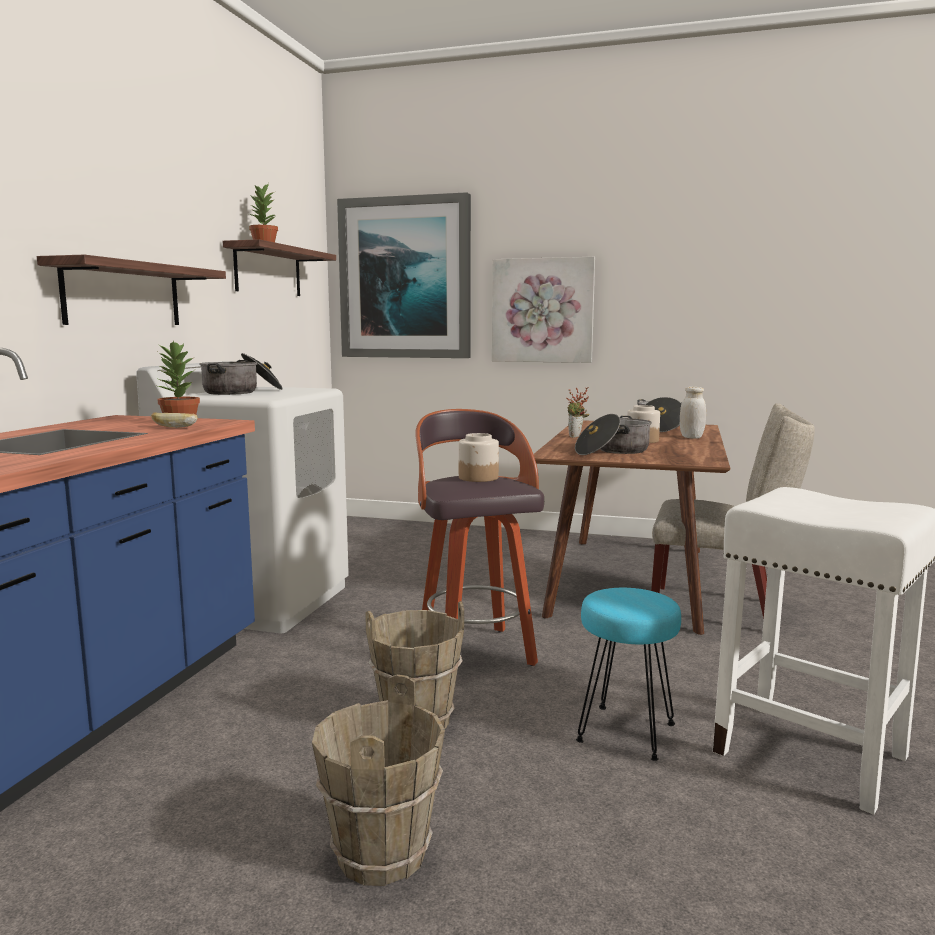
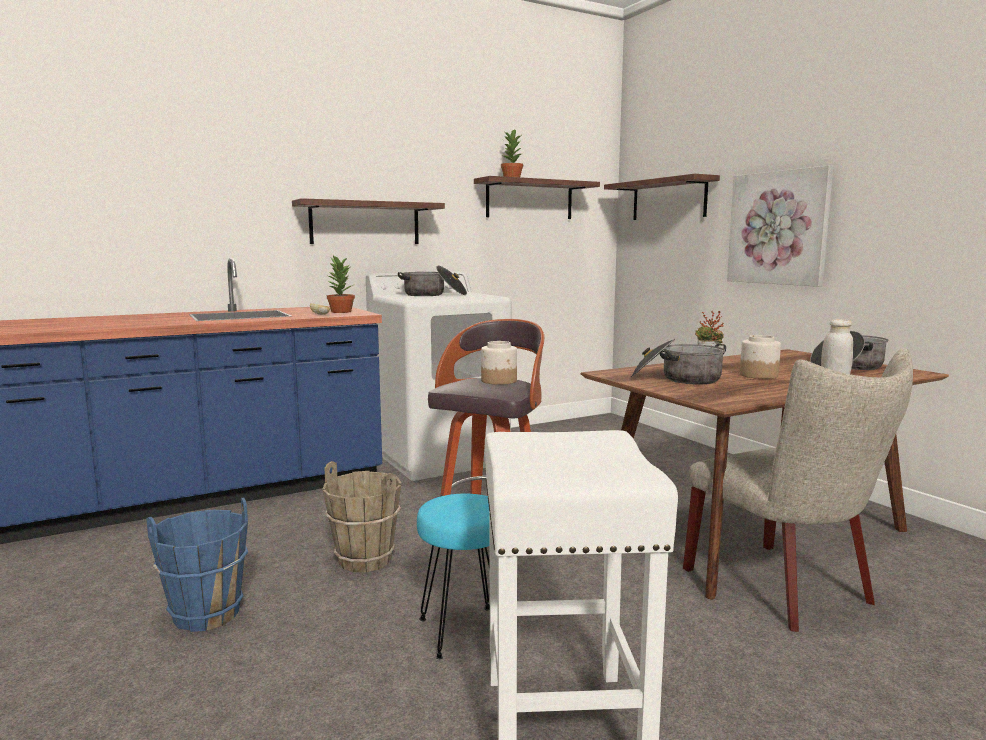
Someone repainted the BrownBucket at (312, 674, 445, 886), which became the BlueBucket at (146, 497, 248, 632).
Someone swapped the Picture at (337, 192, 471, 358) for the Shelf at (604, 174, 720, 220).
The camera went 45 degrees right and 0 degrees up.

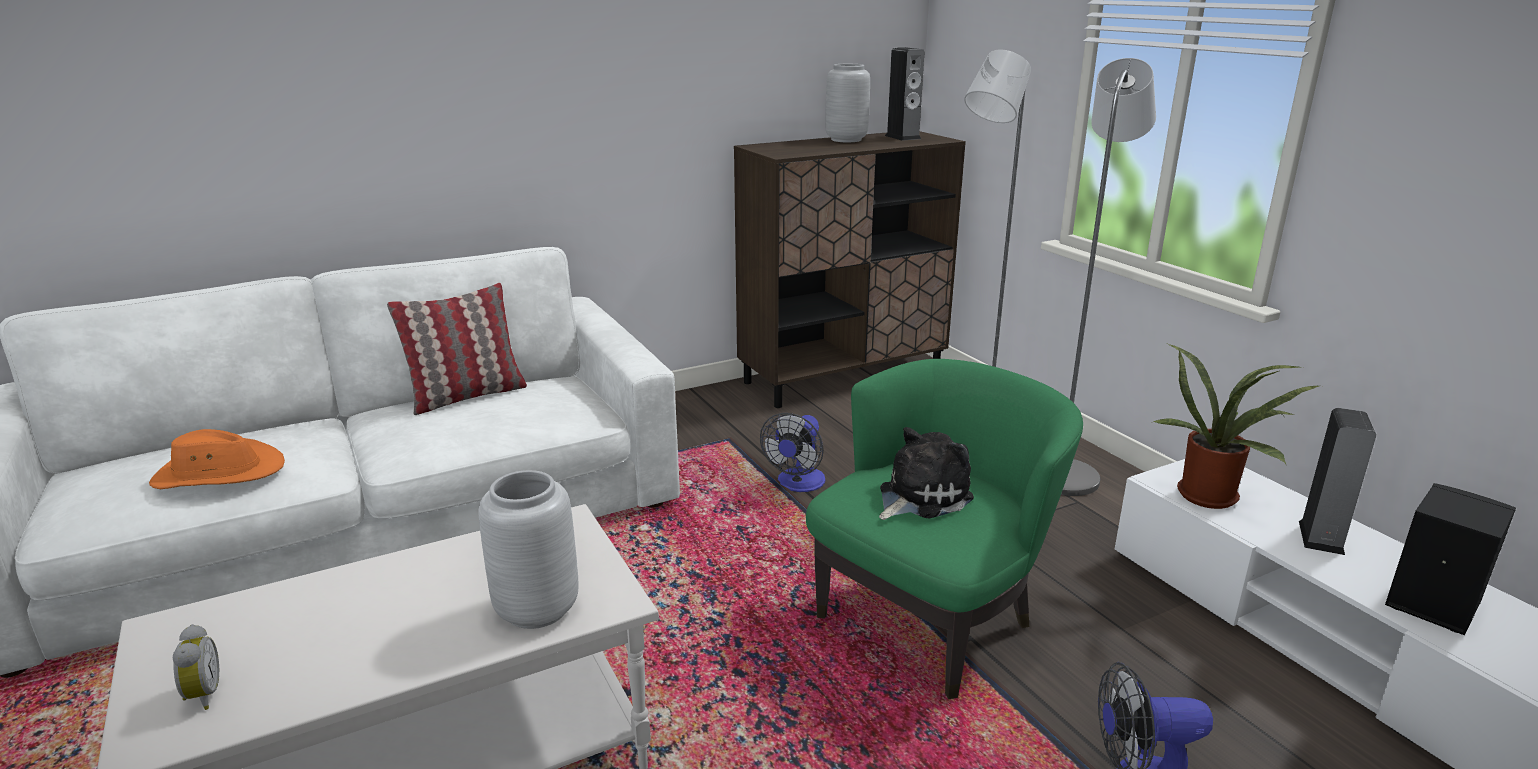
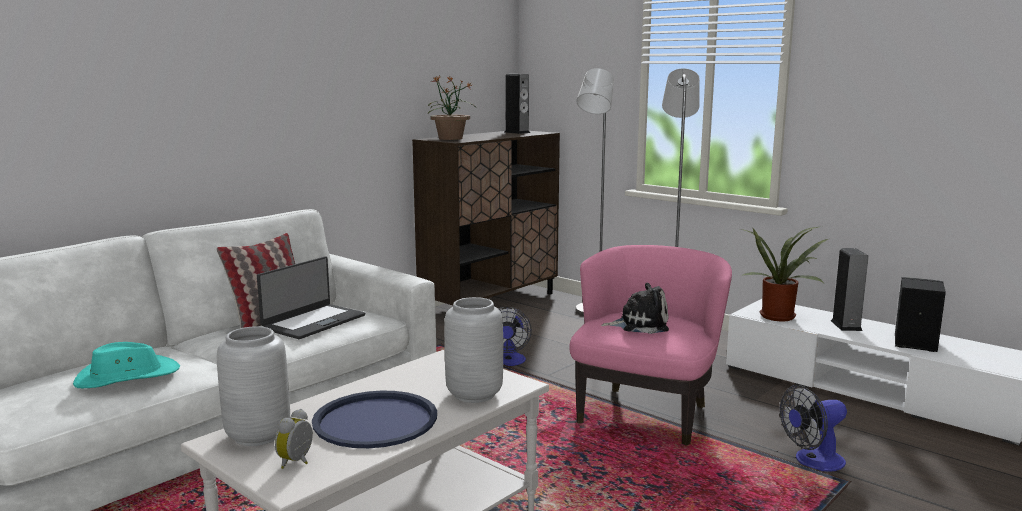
Someone repainted the OrangeHat at (149, 429, 285, 489), which became the TurquoiseHat at (73, 342, 180, 388).
Someone rotated the AlarmClock at (173, 624, 219, 710) by 120 degrees counterclockwise.
Someone repainted the GreenArmchair at (806, 359, 1083, 699), which became the PinkArmchair at (570, 245, 732, 446).
Someone carried the GreyVase from (825, 64, 870, 142) to (217, 326, 290, 446).
Someone rotated the PlushToy at (879, 427, 974, 520) by 60 degrees clockwise.
Someone put down the Laptop at (257, 256, 365, 339).
Someone put down the BlueTray at (312, 391, 437, 448).
Someone put down the PottedPlant at (428, 76, 476, 140).
The camera went 20 degrees left and 10 degrees down.

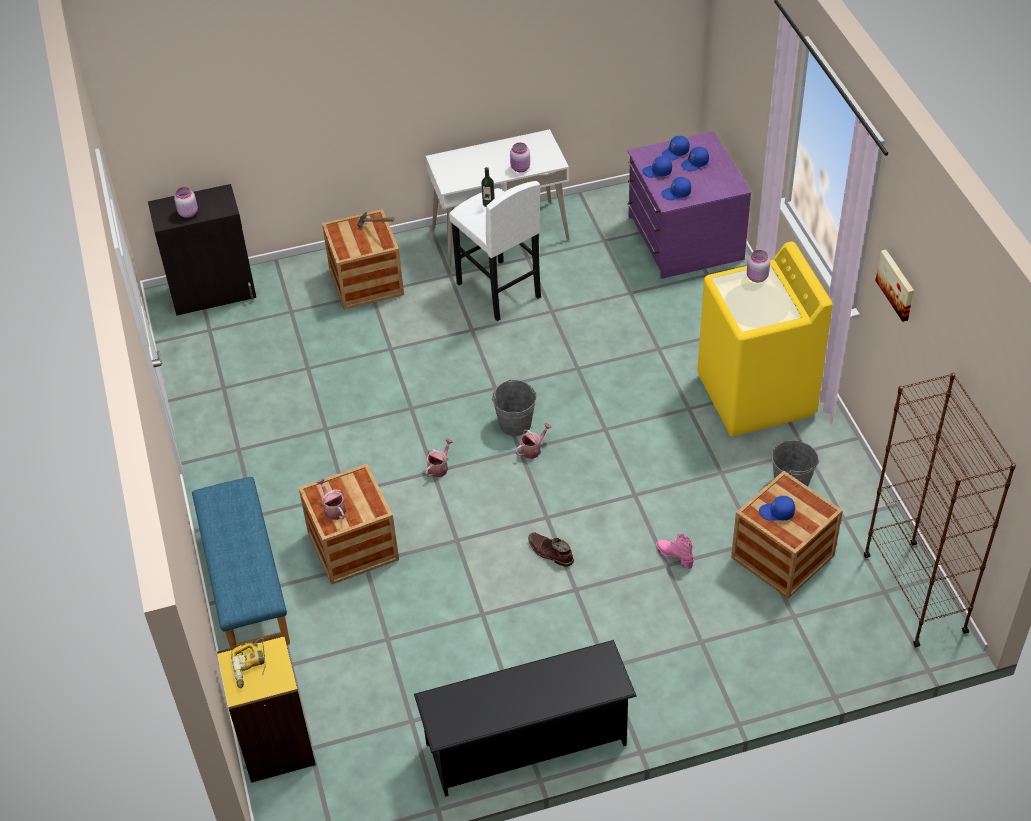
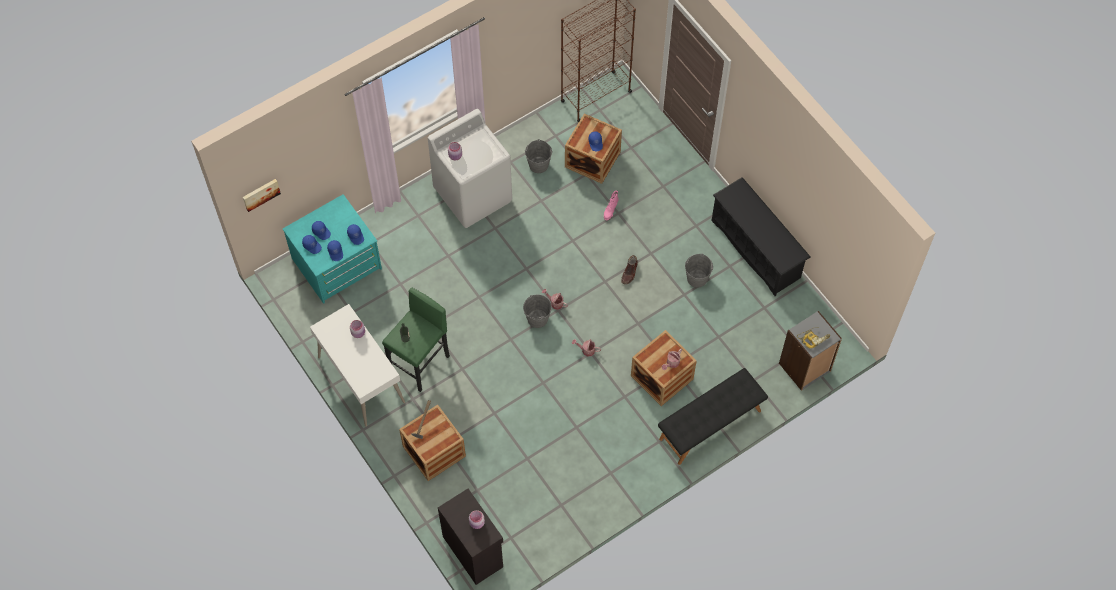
Someone repainted the BlueBench at (192, 477, 290, 648), which became the BlackBench at (658, 368, 768, 465).
Someone repainted the YellowBookcase at (217, 634, 316, 783), which became the GreyBookcase at (779, 311, 842, 391).
Someone repainted the WhiteStool at (449, 181, 541, 321), which became the GreenStool at (382, 288, 450, 392).
Someone repainted the PurpleDresser at (627, 131, 751, 279), which became the TurquoiseDresser at (283, 194, 382, 304).
Someone repainted the YellowWashingMachine at (698, 241, 832, 436), which became the WhiteWashingMachine at (428, 109, 512, 228).
Someone carried the Picture from (875, 250, 914, 322) to (243, 179, 281, 212).
Someone put down the GreyBucket at (685, 254, 713, 288).
The camera went 110 degrees left and 15 degrees up.

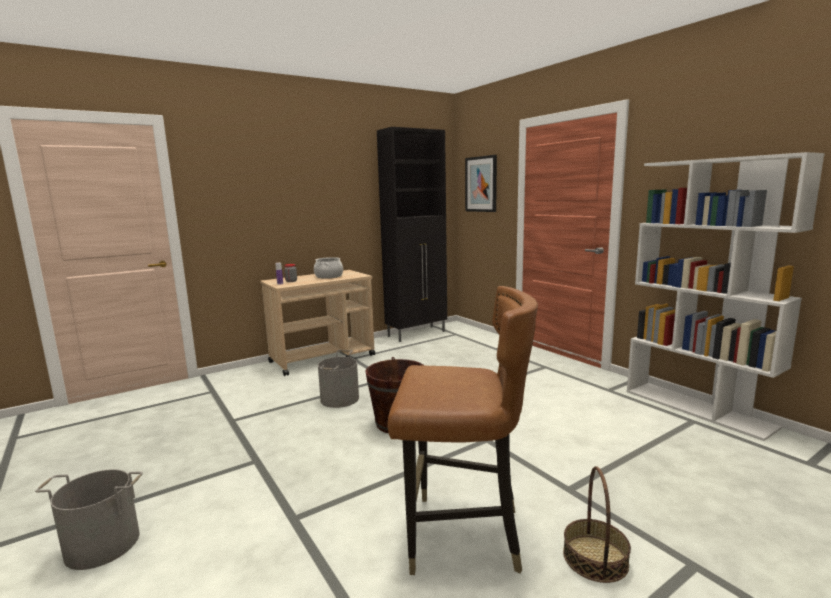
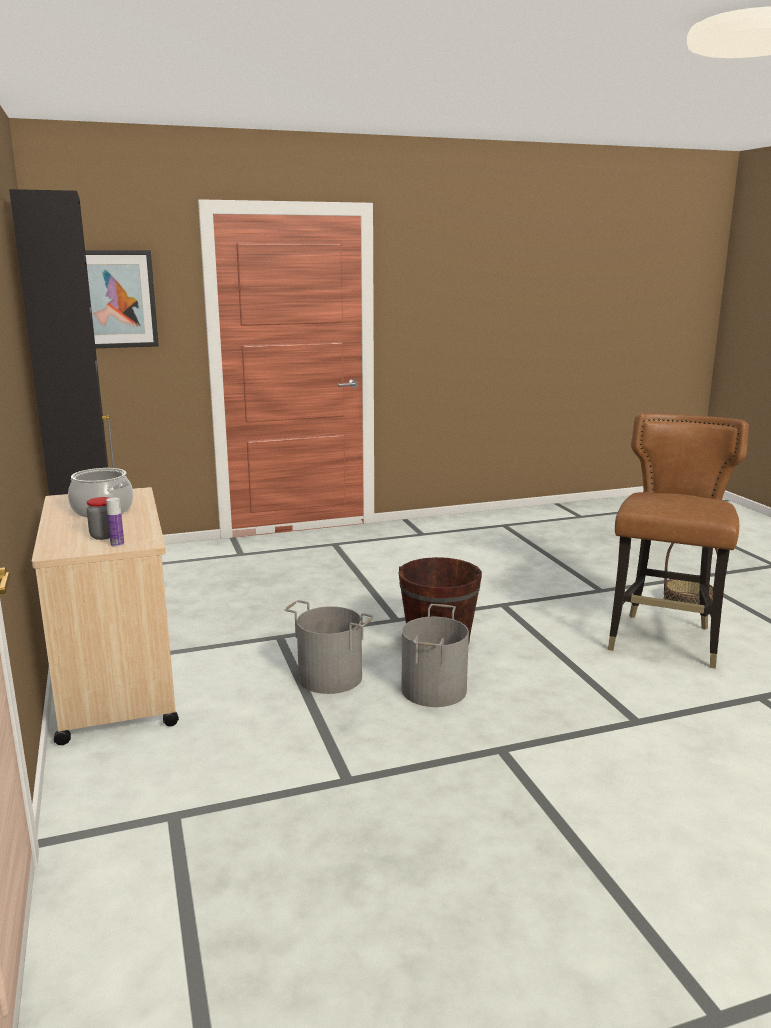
Someone carried the GreyBucket from (35, 469, 143, 570) to (402, 604, 469, 707).
Someone took away the WhiteBookcase at (627, 152, 825, 441).
The camera went 75 degrees left and 5 degrees up.

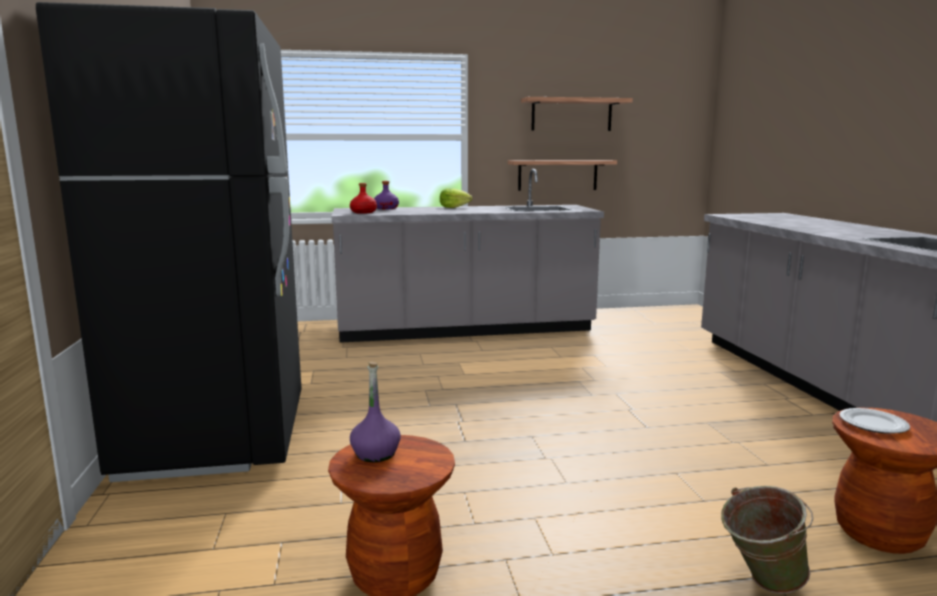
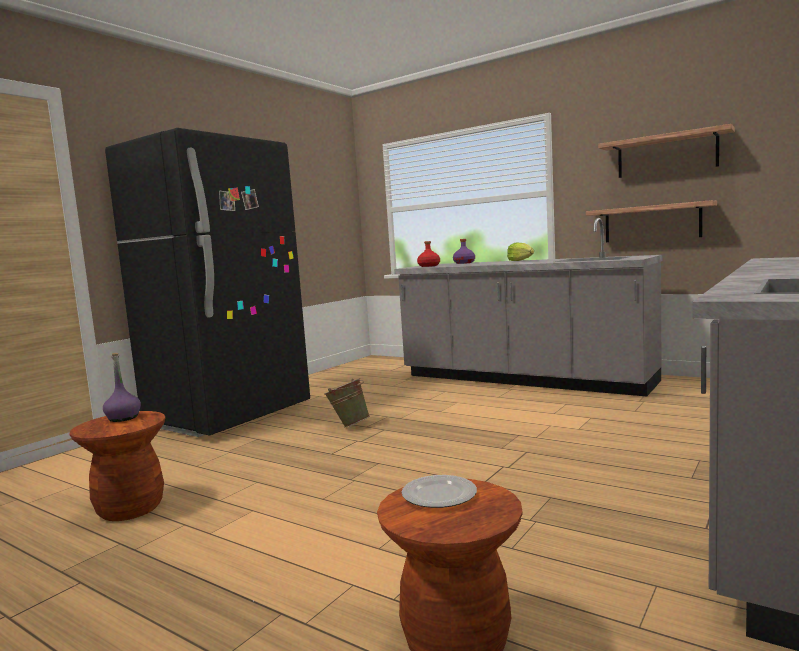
Someone carried the GreenBucket from (721, 486, 813, 594) to (324, 378, 370, 427).
The camera went 45 degrees right and 5 degrees down.

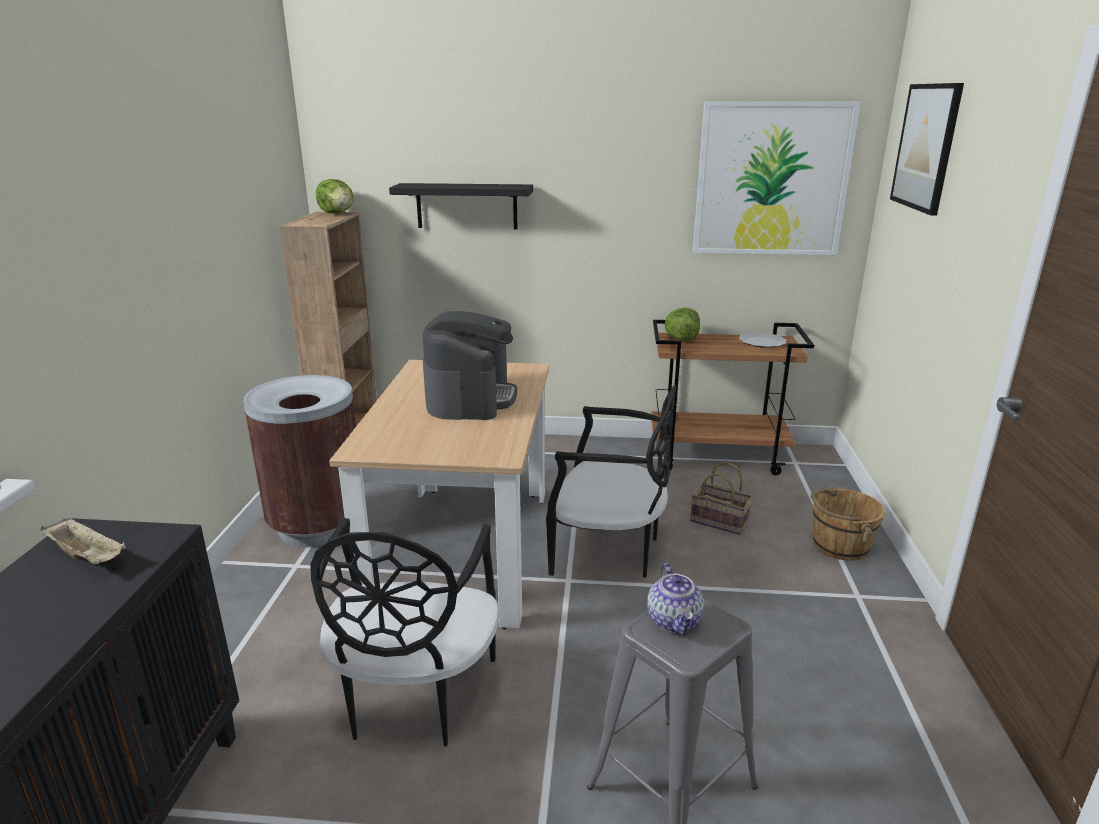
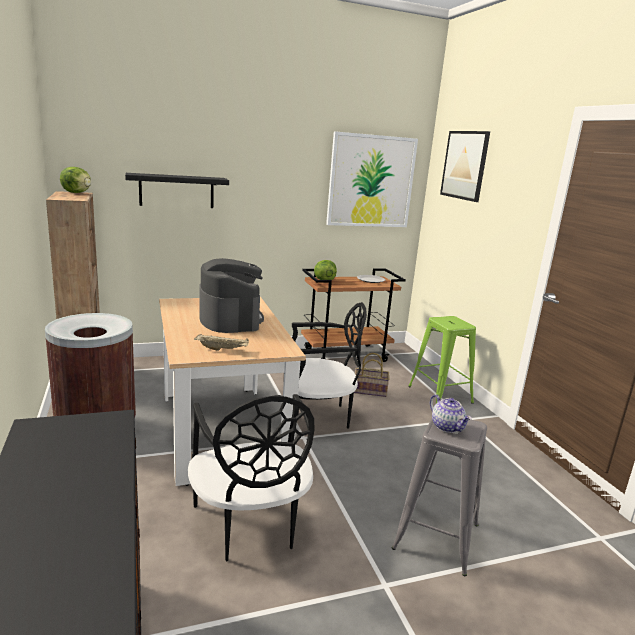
Someone carried the BeigeTray from (40, 517, 126, 564) to (194, 334, 249, 351).
Someone swapped the BrownBucket at (811, 486, 885, 561) for the GreenStool at (408, 316, 476, 404).
The camera went 25 degrees left and 5 degrees down.

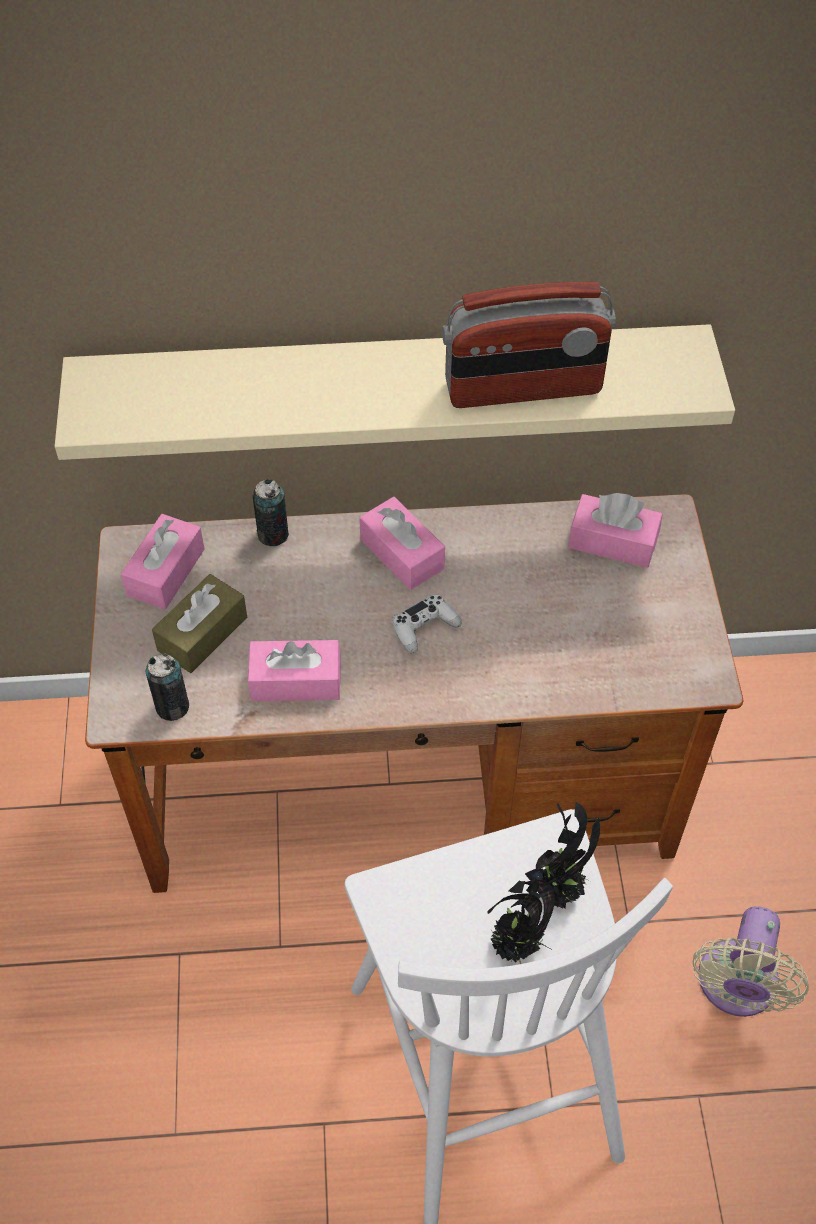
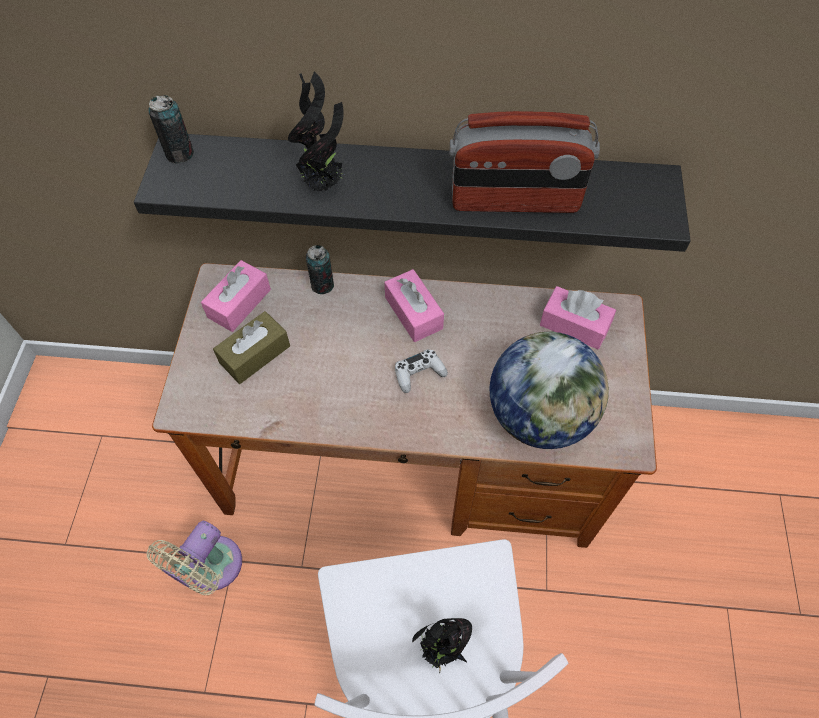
Someone repainted the BeigeShelf at (55, 324, 735, 460), which became the BlackShelf at (134, 134, 691, 252).
Someone carried the Can from (146, 653, 189, 721) to (148, 95, 194, 164).
Someone took away the PinkTissueBox at (248, 640, 341, 701).
Someone carried the PottedPlant from (525, 801, 600, 909) to (288, 72, 344, 192).
Someone carried the BeigeFan from (693, 906, 809, 1017) to (147, 521, 242, 595).
Someone put down the Globe at (489, 332, 609, 449).
The camera went 10 degrees right and 5 degrees up.

